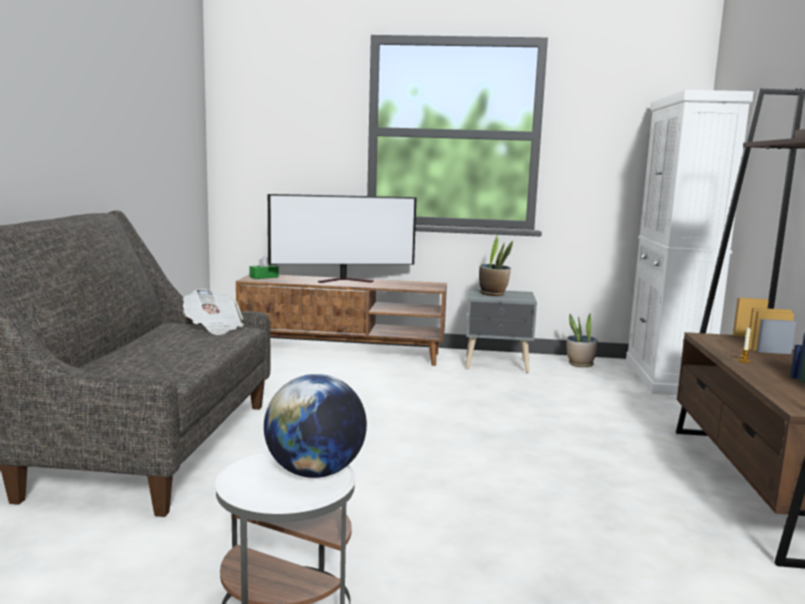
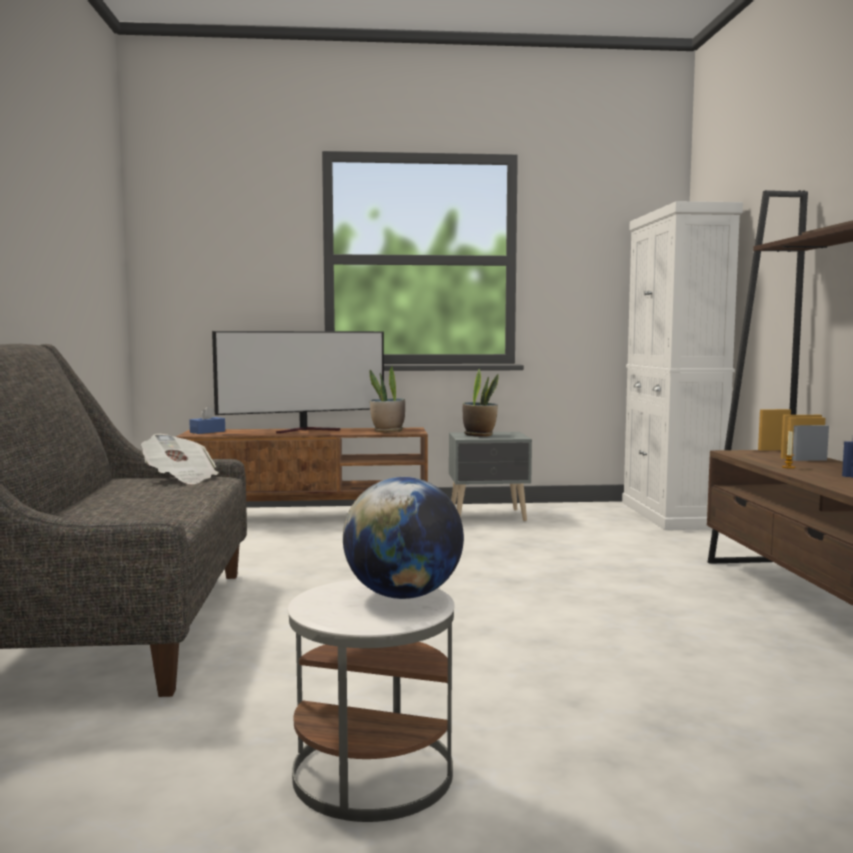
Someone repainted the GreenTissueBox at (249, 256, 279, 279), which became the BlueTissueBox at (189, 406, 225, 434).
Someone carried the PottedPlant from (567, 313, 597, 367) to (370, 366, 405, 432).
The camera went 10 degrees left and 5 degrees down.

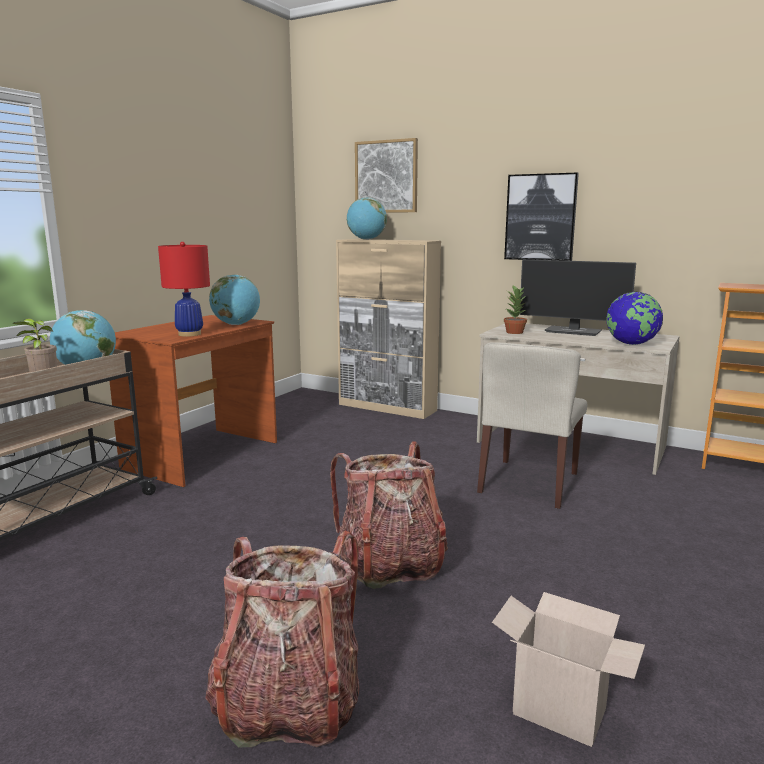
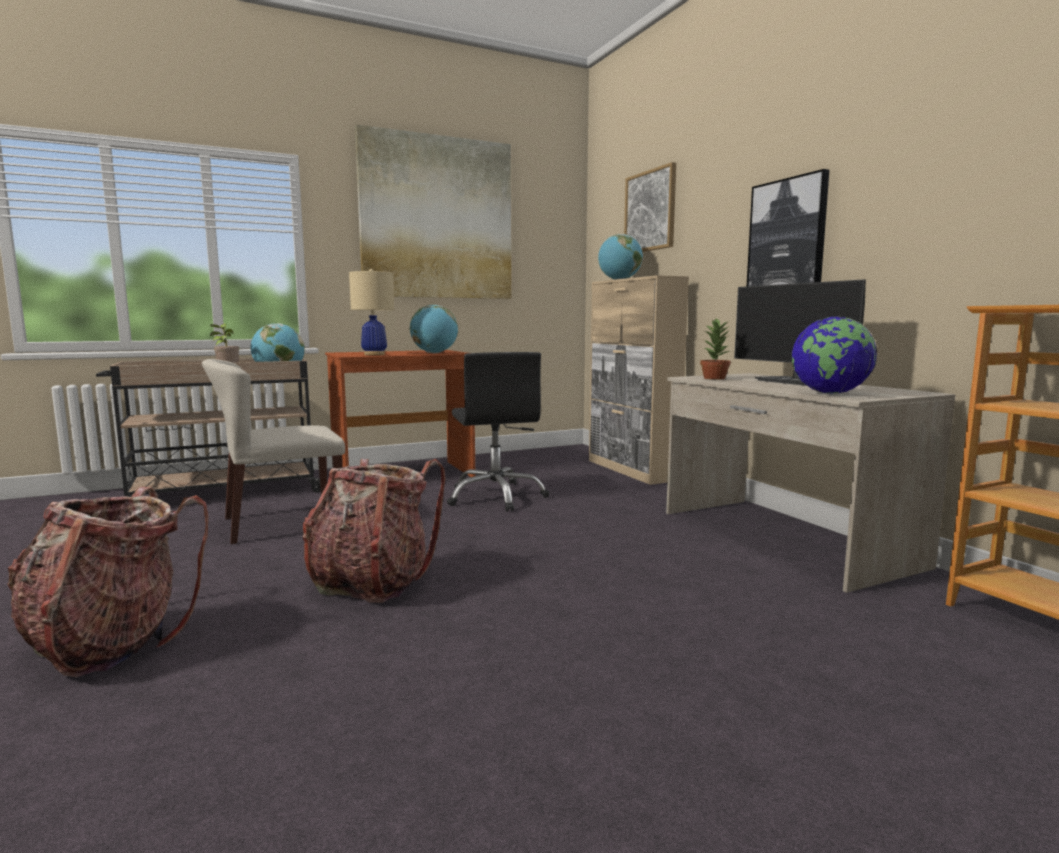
Someone repainted the RedTableLamp at (158, 242, 210, 337), which became the BeigeTableLamp at (349, 269, 394, 355).
Someone carried the BeigeChair from (477, 342, 587, 509) to (202, 359, 345, 544).
Someone took away the CardboardBox at (492, 592, 645, 747).
Someone put up the Picture at (355, 124, 511, 299).
Someone put down the BlackOfficeChair at (447, 352, 549, 512).
The camera went 35 degrees right and 5 degrees down.

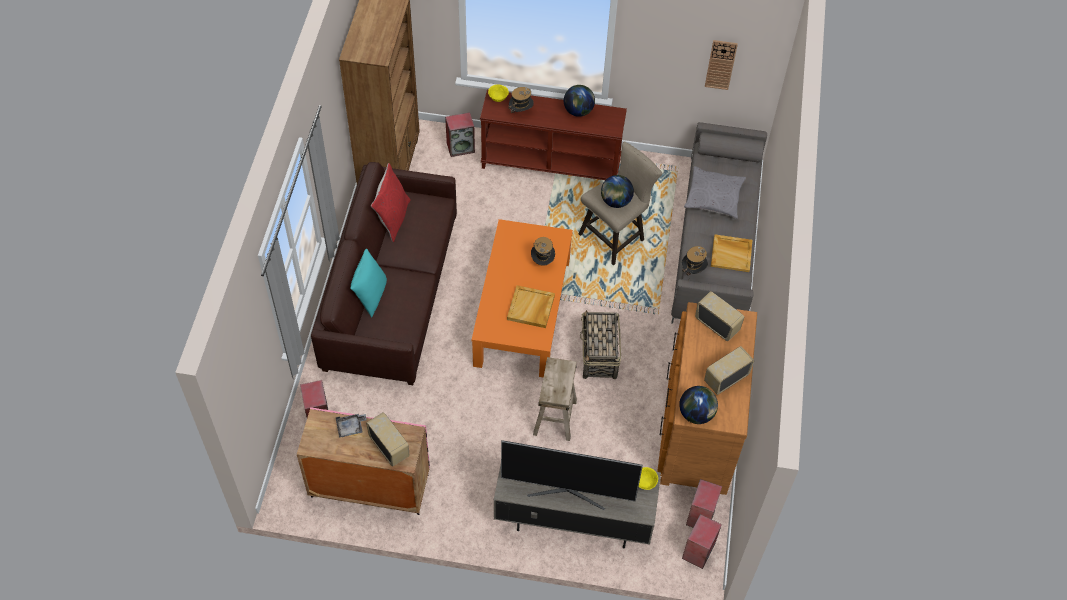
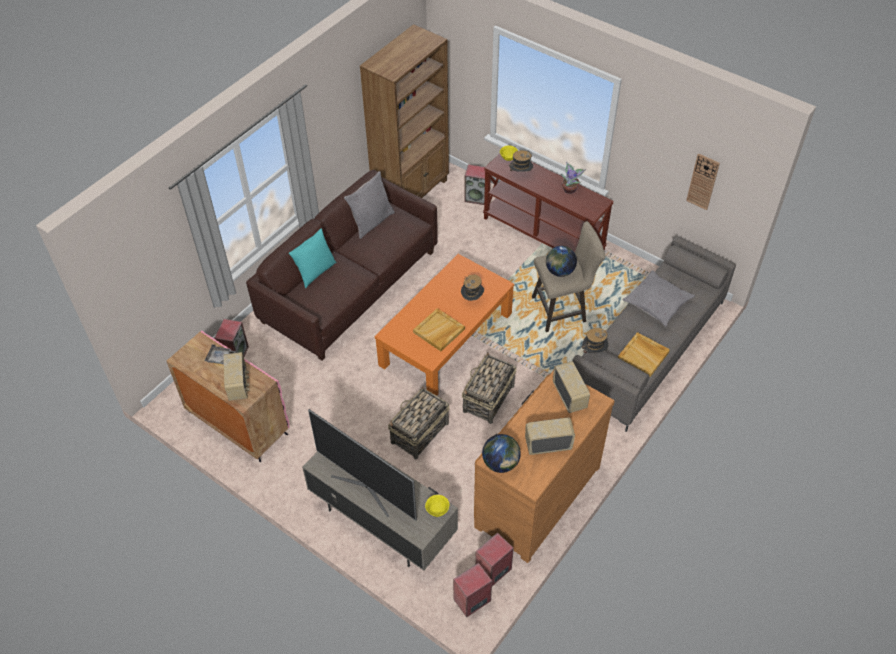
Someone repainted the RedPillow at (371, 163, 411, 242), which became the GreyPillow at (344, 171, 395, 239).
Someone swapped the BeigeStool at (533, 357, 577, 441) for the Basket at (388, 386, 450, 460).
Someone swapped the Globe at (564, 85, 595, 117) for the PottedPlant at (561, 162, 586, 194).
The camera went 30 degrees right and 5 degrees down.

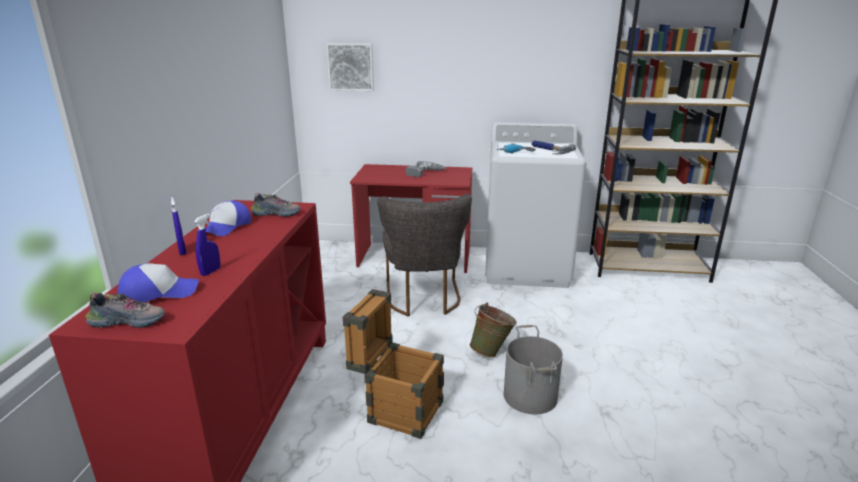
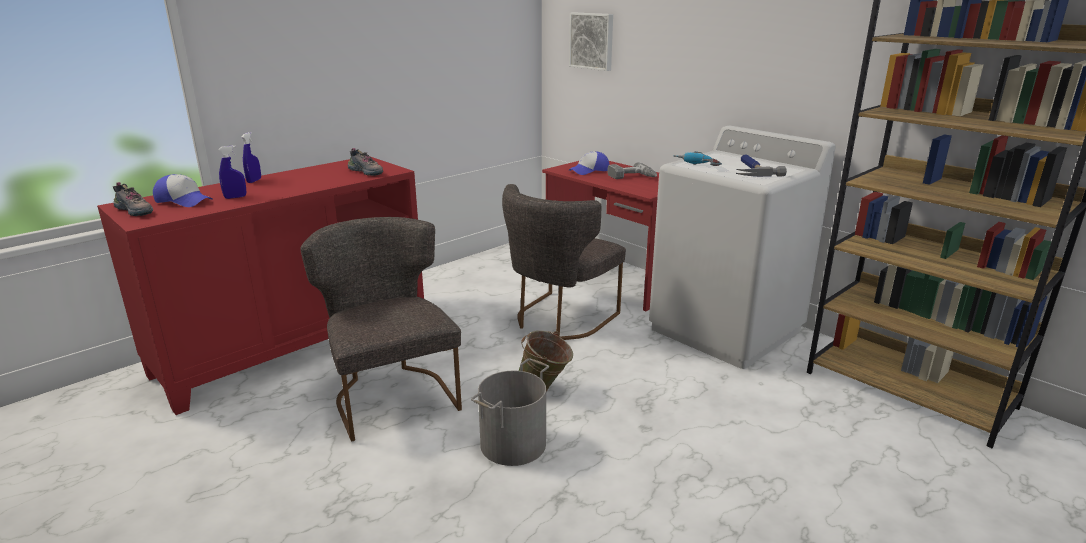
Someone carried the Cap from (206, 201, 251, 236) to (569, 151, 609, 175).
Someone swapped the Crate at (343, 289, 444, 439) for the GreyChair at (301, 217, 462, 442).
The camera went 40 degrees right and 0 degrees up.

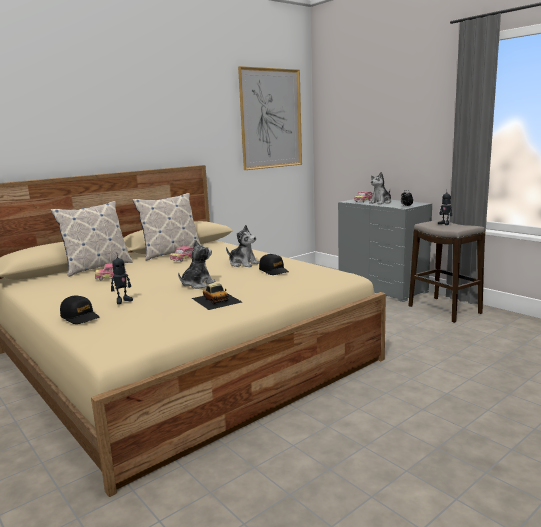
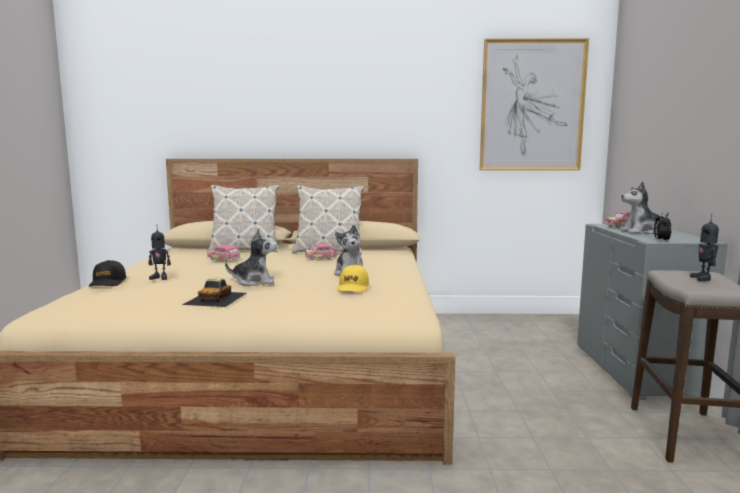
Someone repainted the BlackCap at (259, 254, 289, 275), which became the YellowCap at (337, 265, 369, 292).
The camera went 40 degrees right and 5 degrees down.

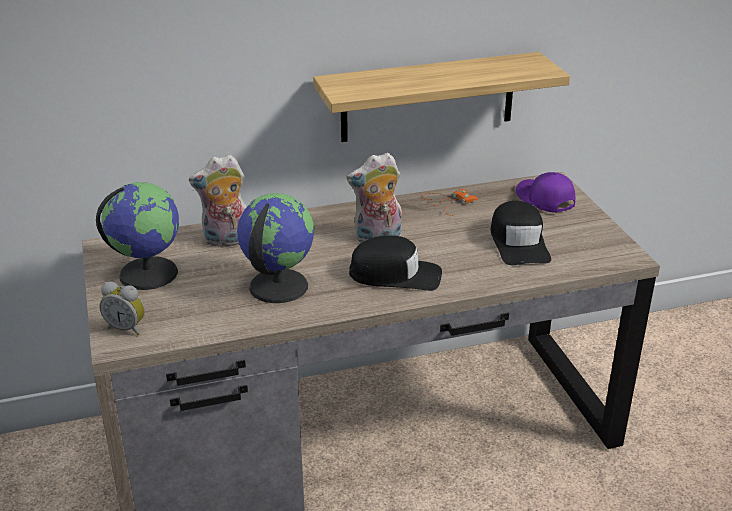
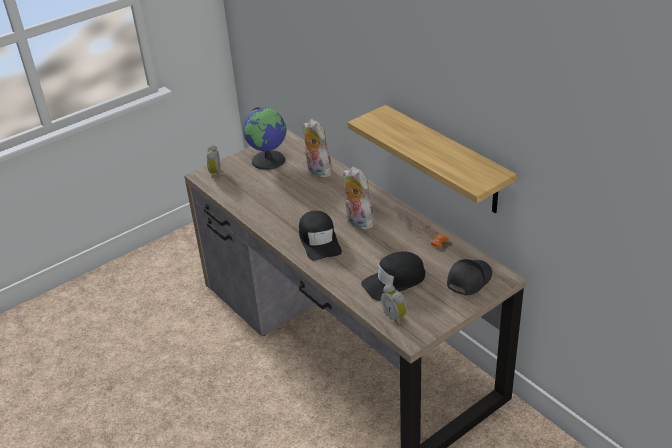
Someone took away the Globe at (237, 193, 314, 303).
Someone repainted the PurpleCap at (516, 172, 575, 213), which became the BlackCap at (447, 259, 492, 295).
Someone put down the AlarmClock at (381, 284, 407, 325).
The camera went 70 degrees right and 5 degrees up.

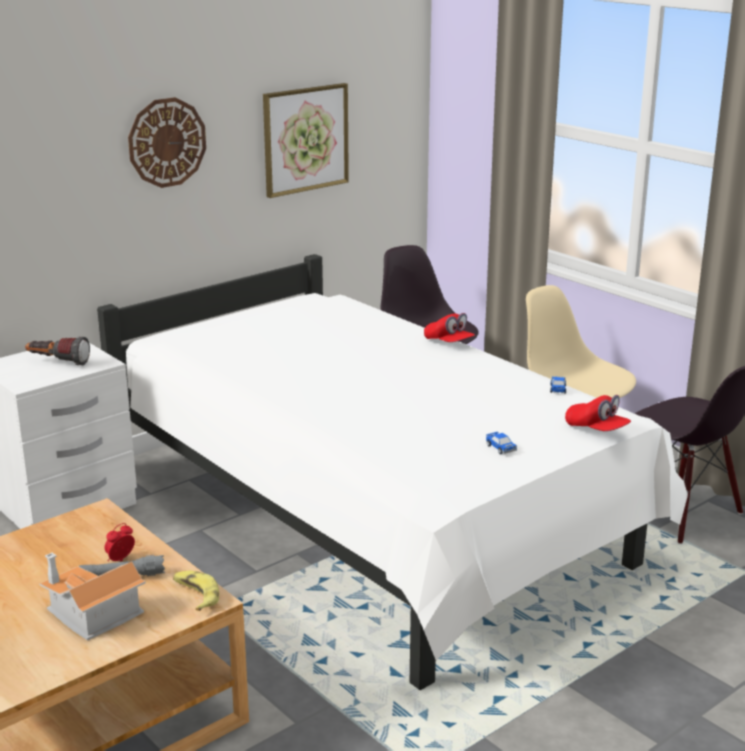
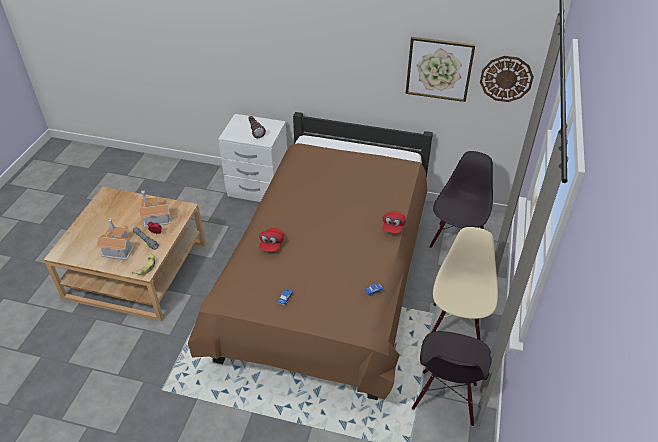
Someone repainted the WhiteBed at (97, 254, 688, 690), which became the BrownBed at (188, 112, 433, 400).
Someone carried the WallClock from (128, 97, 206, 188) to (480, 56, 534, 102).
Someone carried the RedCap from (565, 395, 631, 431) to (259, 228, 284, 252).
Someone put down the ToyHouse at (139, 190, 171, 227).
The camera went 55 degrees right and 20 degrees up.

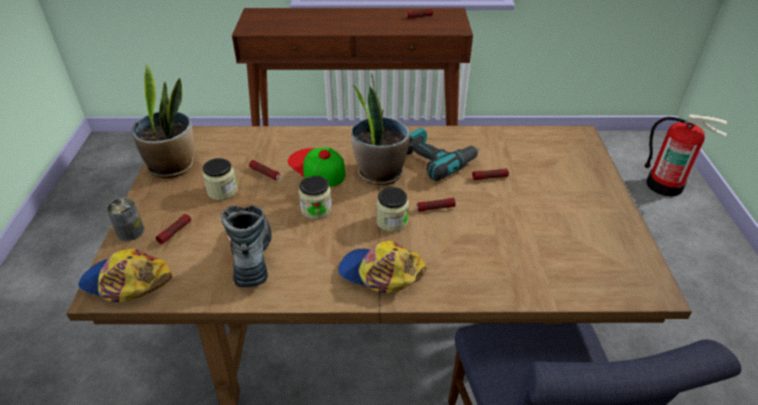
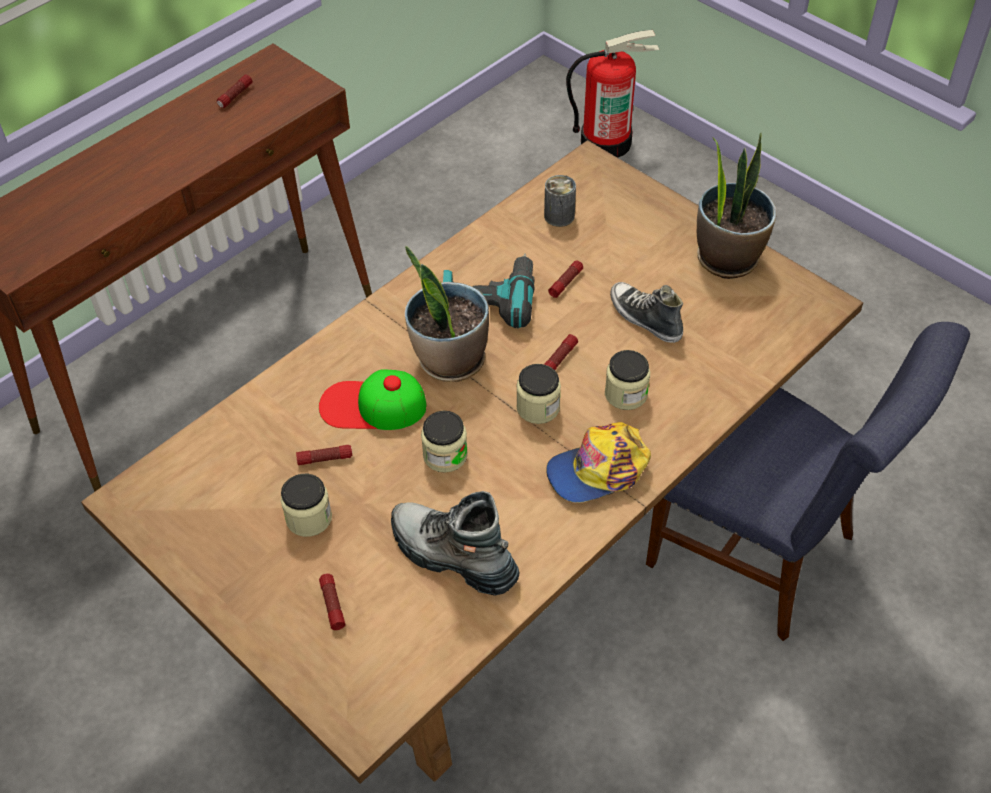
Someone took away the Cap at (78, 249, 172, 302).
Someone carried the Can from (106, 197, 144, 241) to (544, 175, 576, 227).
Someone carried the PottedPlant from (132, 63, 194, 178) to (697, 132, 777, 279).
Someone put down the Jar at (605, 350, 650, 410).
Someone put down the Shoe at (610, 282, 683, 343).
The camera went 45 degrees left and 10 degrees up.

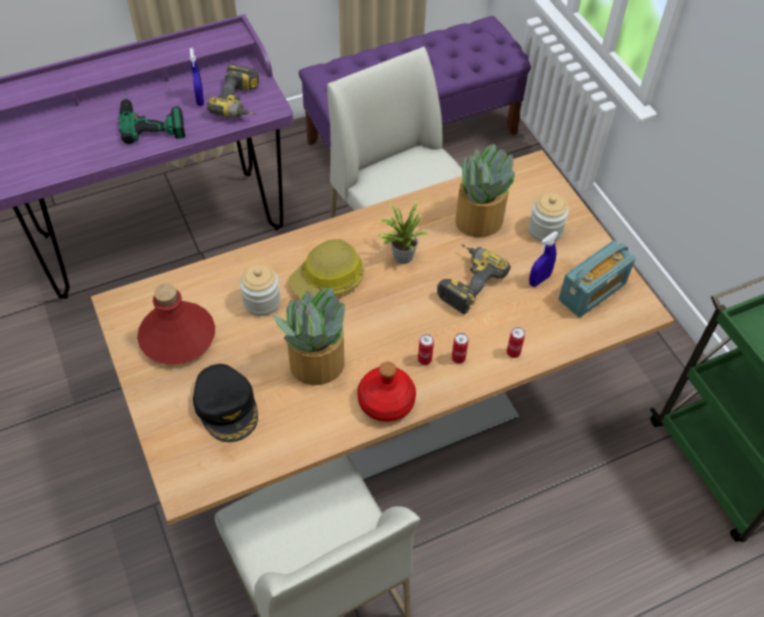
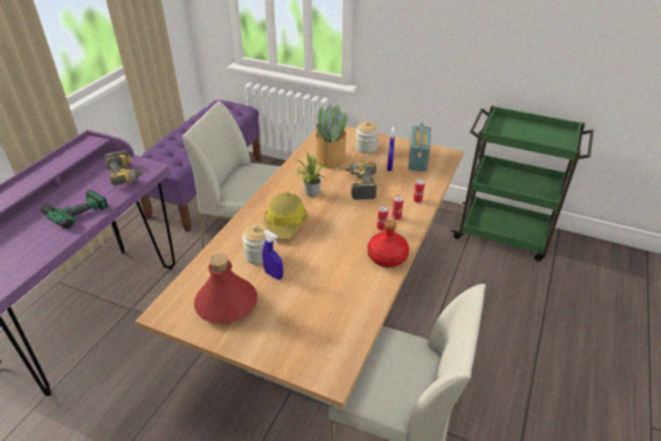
Someone carried the BlueSprayBottle from (190, 48, 204, 106) to (262, 230, 283, 280).
Someone took away the BlackCap at (193, 364, 258, 442).
Someone took away the PottedPlant at (273, 287, 345, 385).
The camera went 40 degrees left and 15 degrees down.

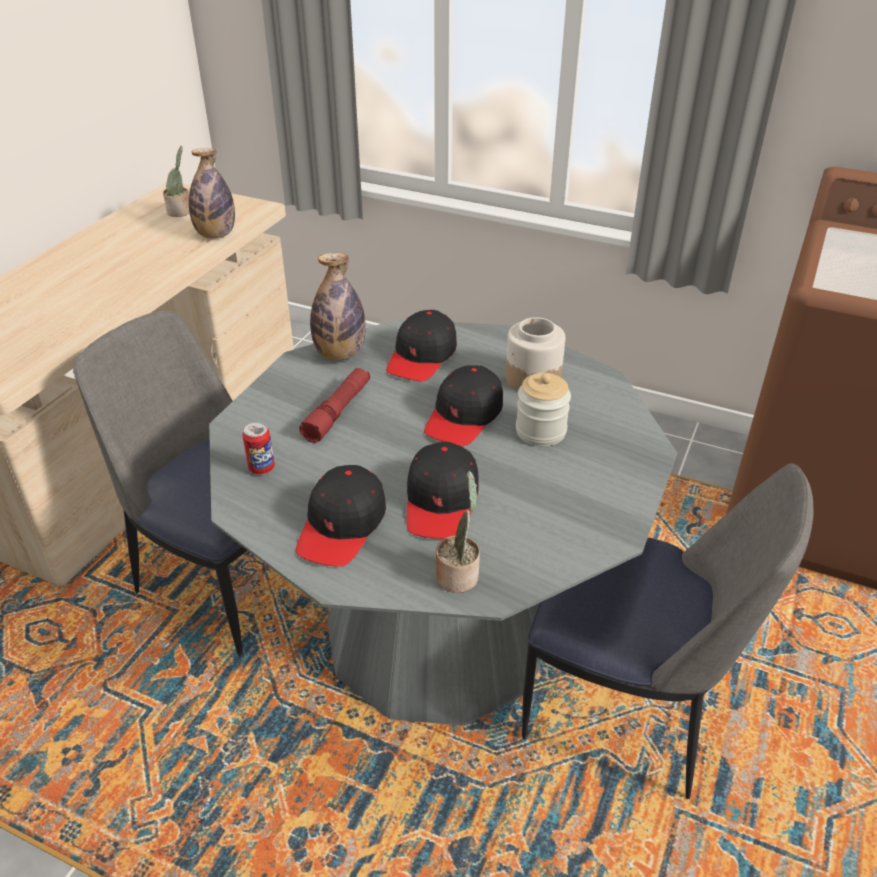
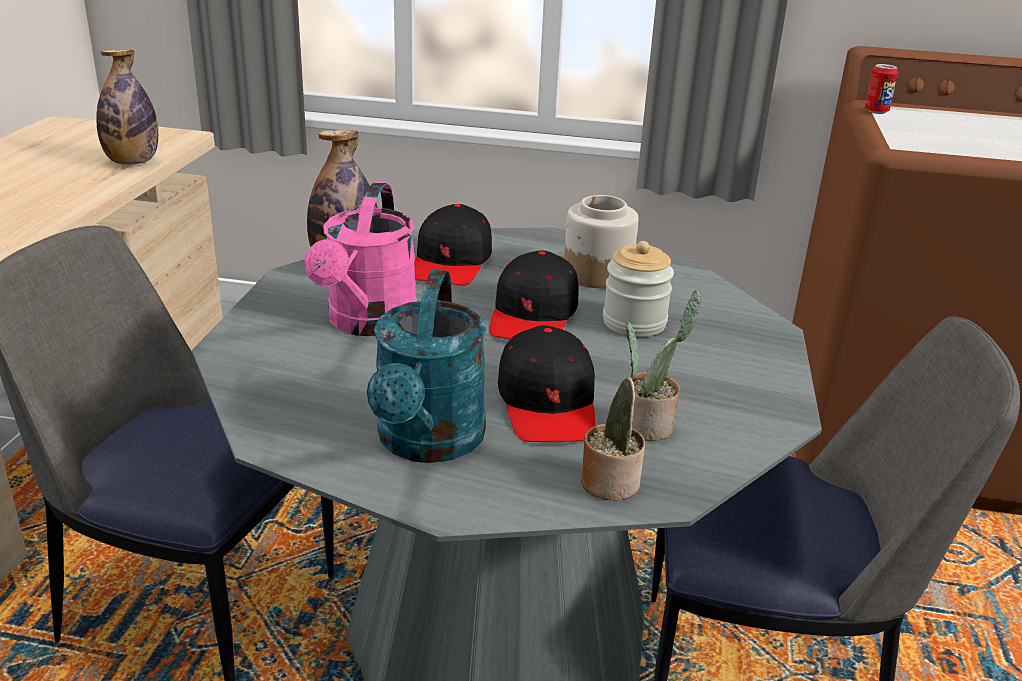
Someone carried the PottedPlant from (163, 146, 190, 217) to (629, 290, 701, 441).
Someone carried the Can from (242, 422, 275, 474) to (865, 64, 898, 114).
Someone swapped the BlackCap at (296, 465, 386, 567) for the TurquoiseWateringCan at (367, 270, 486, 463).
Someone swapped the RedFlashlight at (299, 368, 370, 443) for the PinkWateringCan at (304, 182, 417, 336).
The camera went 15 degrees left and 10 degrees down.

